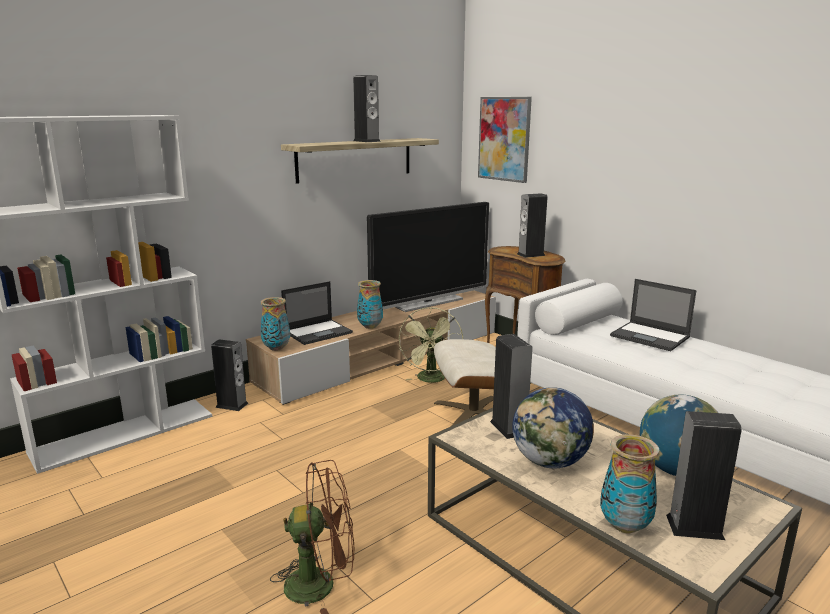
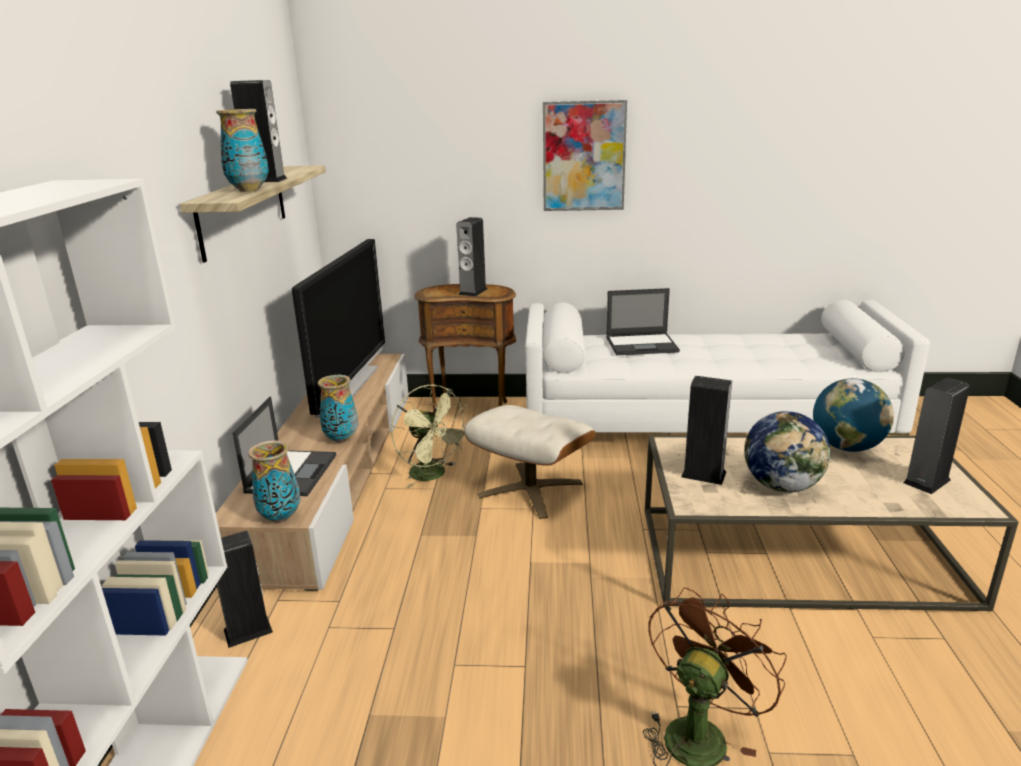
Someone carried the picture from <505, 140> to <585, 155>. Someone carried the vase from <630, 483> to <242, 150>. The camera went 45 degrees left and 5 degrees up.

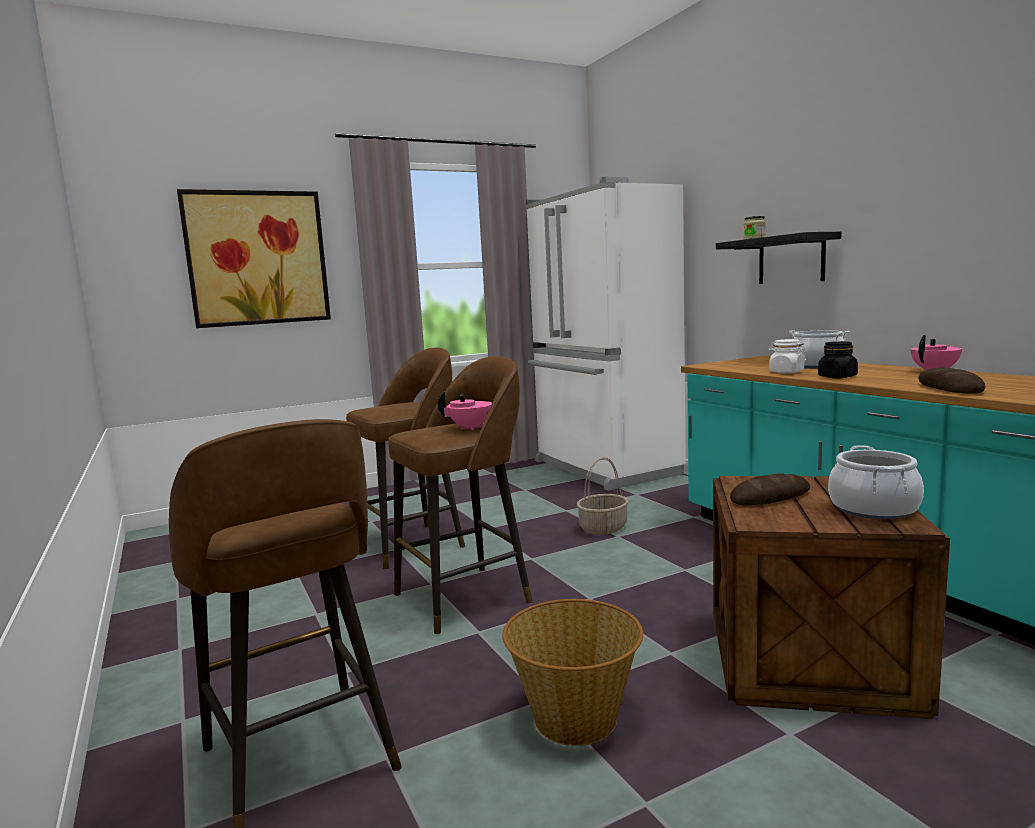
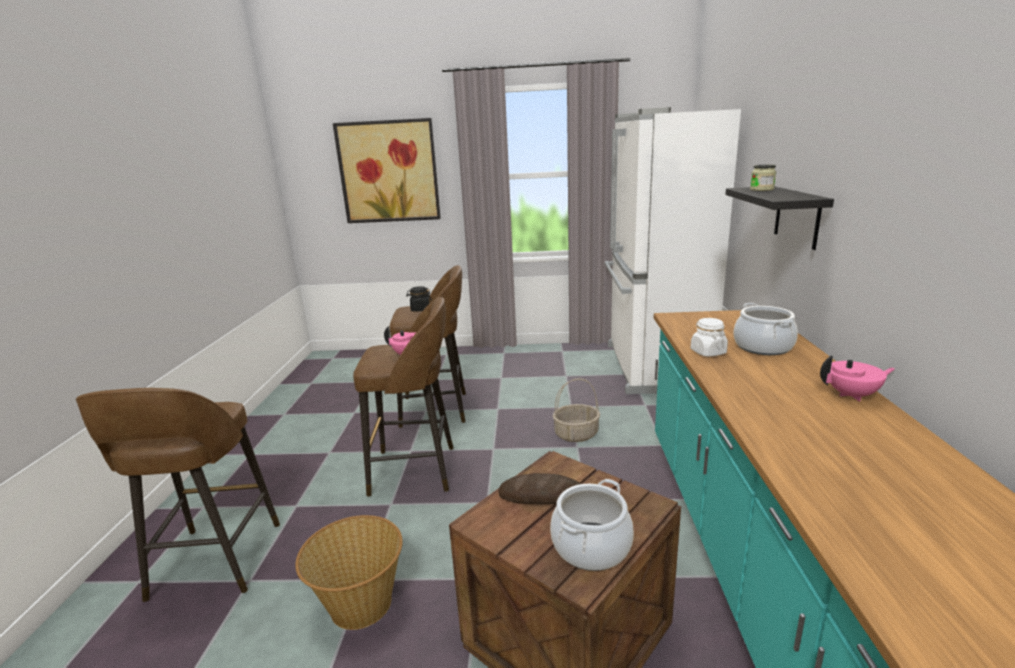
Someone carried the black jar from <838, 359> to <419, 298>. Someone took away the bread at <951, 380>. The camera went 30 degrees right and 10 degrees up.

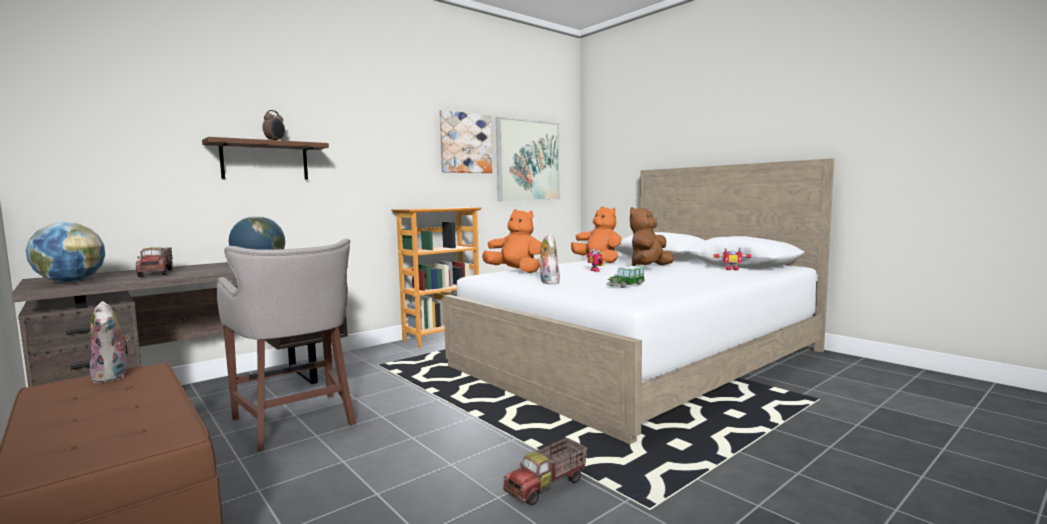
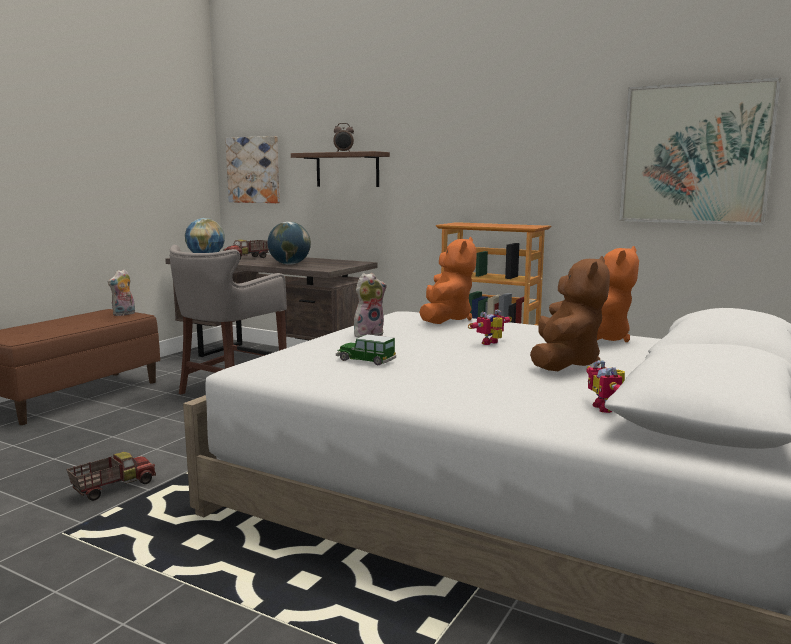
Someone carried the picture from <465, 141> to <252, 169>. Someone rotated the toy truck at <545, 471> by 105 degrees clockwise. Someone rotated the brown plush toy at <652, 236> by 90 degrees clockwise. The camera went 70 degrees right and 5 degrees up.

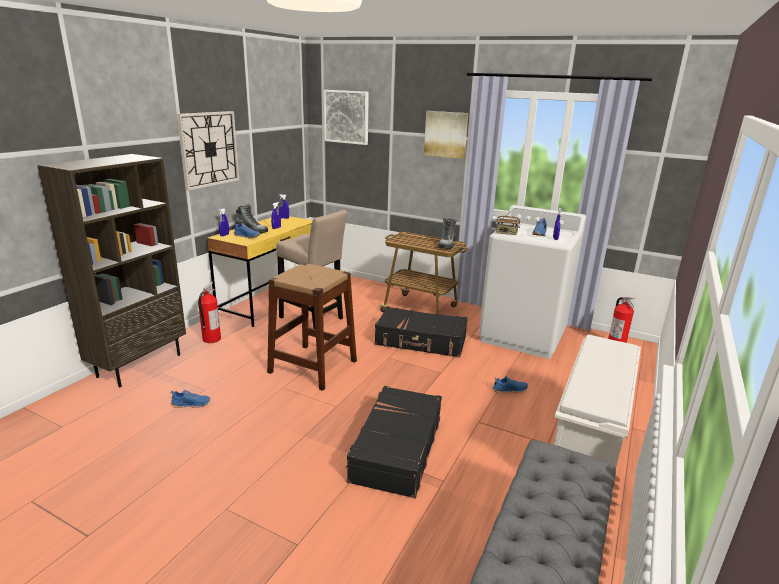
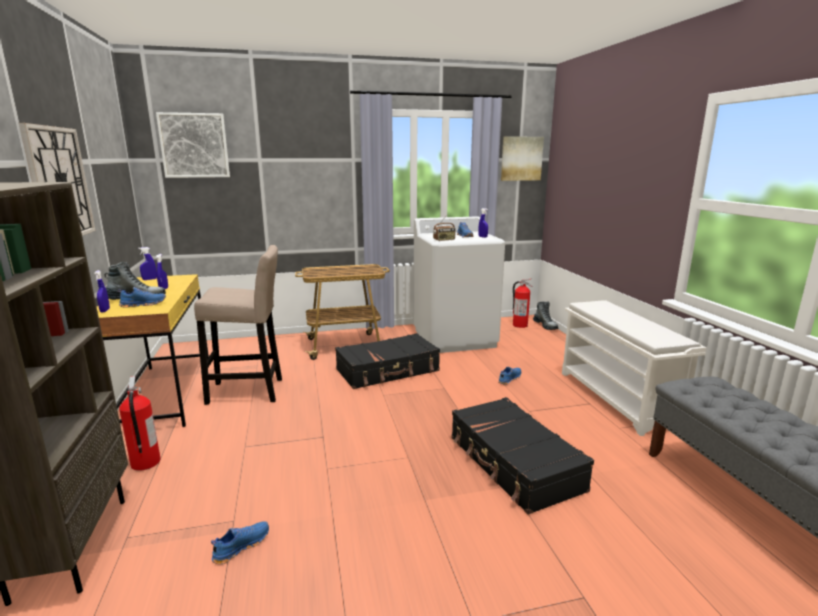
Someone took away the brown stool at <312, 327>. Someone carried the picture from <446, 135> to <522, 158>. Someone carried the boot from <447, 233> to <545, 316>. The camera went 40 degrees left and 5 degrees down.

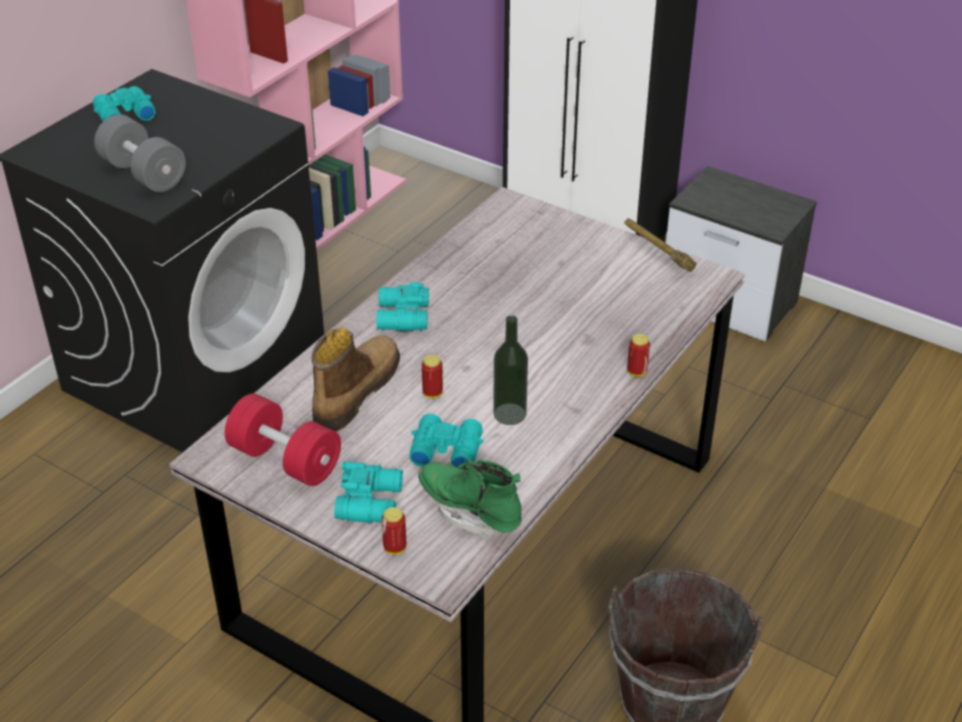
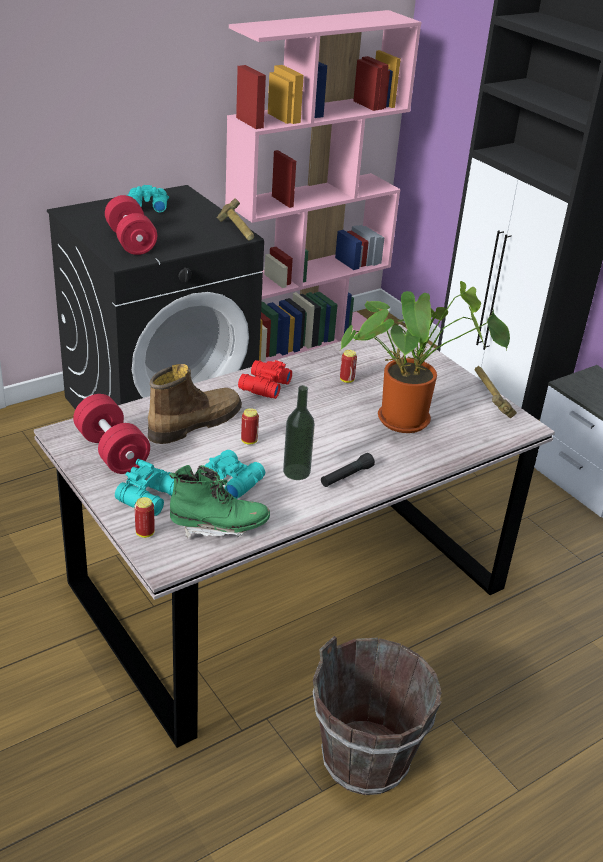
Someone repainted the grey dumbbell at <140, 153>, which became the red dumbbell at <131, 225>. Someone repainted the turquoise binoculars at <402, 306>, which became the red binoculars at <265, 379>. Someone rotated the green boot at <470, 498> by 120 degrees clockwise. Someone carried the can from <638, 355> to <348, 366>. Someone put down the hammer at <235, 219>. Someone put down the black flashlight at <348, 470>. Someone put down the potted plant at <425, 357>. The camera went 20 degrees right and 5 degrees down.

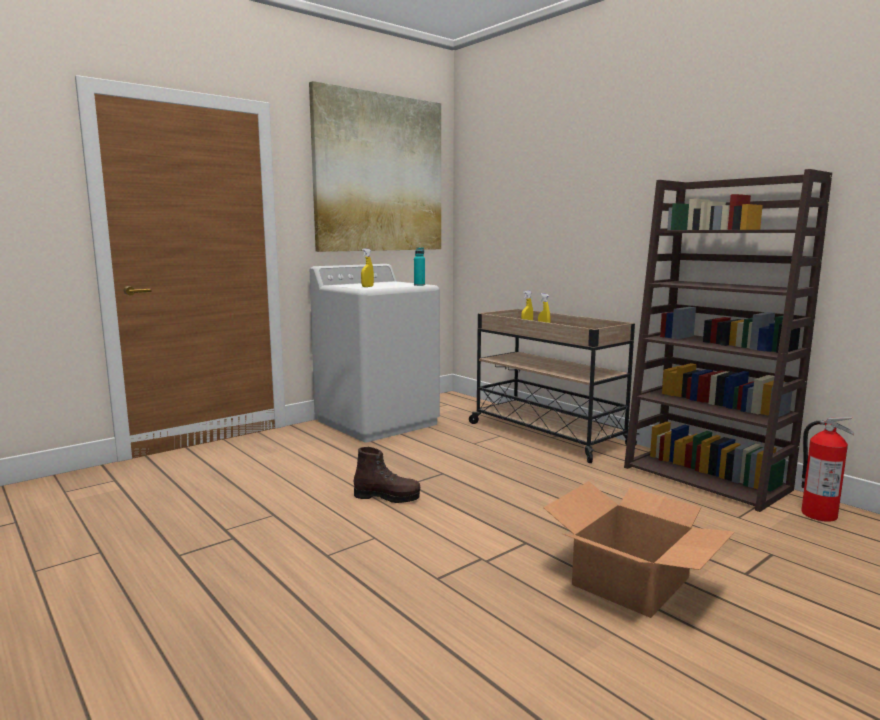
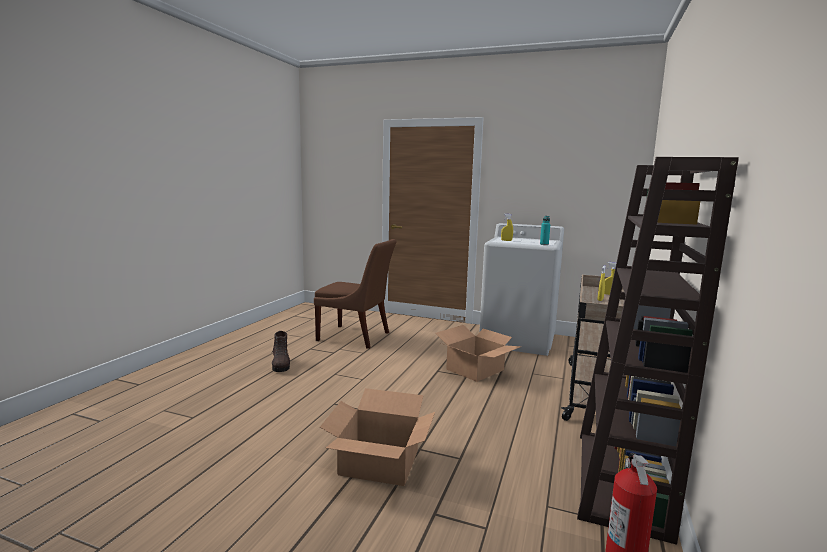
Someone took away the picture at <375, 166>. Someone carried the brown boot from <387, 475> to <280, 351>. Someone put down the brown chair at <355, 294>. Someone put down the cardboard box at <479, 353>. The camera went 60 degrees right and 0 degrees up.

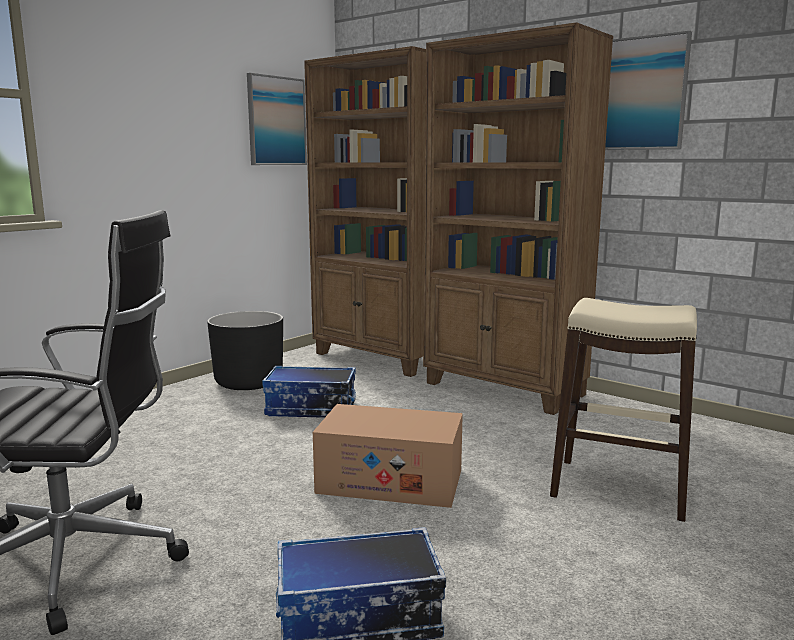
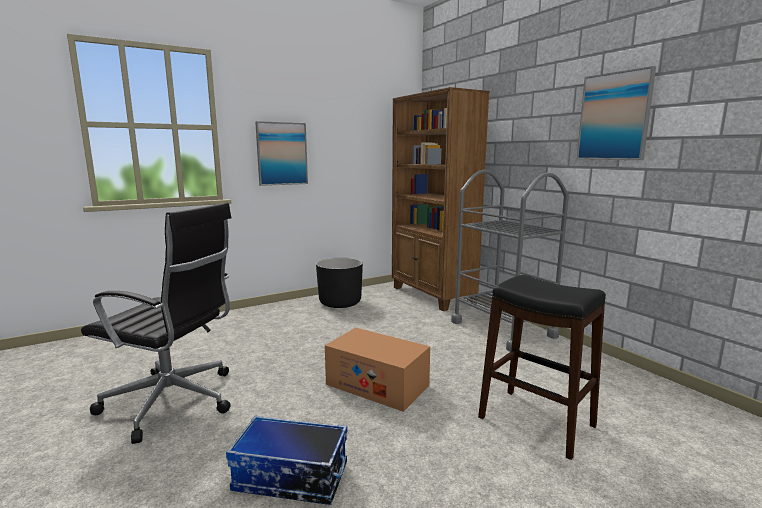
Someone carried the picture from <277, 119> to <281, 153>. Someone took away the storage box at <309, 392>. Someone swapped the brown bookcase at <518, 218> for the grey cart at <510, 260>. Someone repainted the beige stool at <623, 410>, which became the black stool at <542, 367>. The camera went 20 degrees right and 0 degrees up.

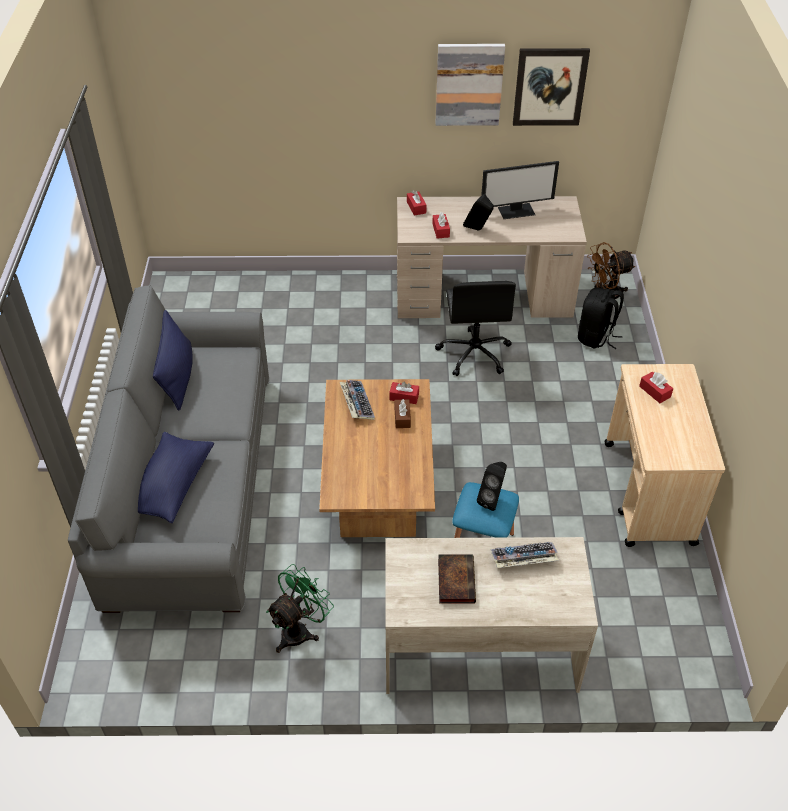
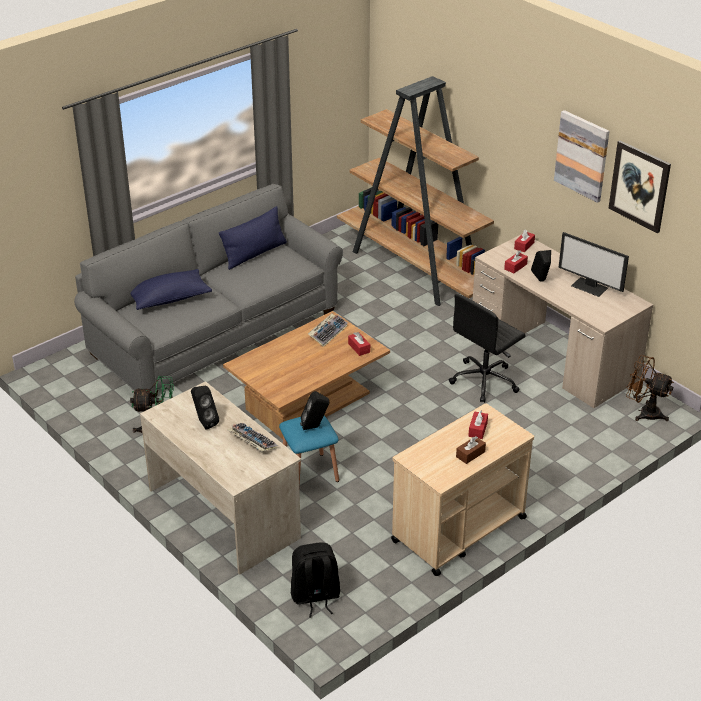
Someone carried the brown tissue box from <402, 413> to <471, 450>. Someone swapped the book at <457, 579> for the black speaker at <205, 408>. Someone carried the black backpack from <601, 318> to <315, 580>. Someone put down the brown bookcase at <415, 191>. The camera went 50 degrees right and 10 degrees down.

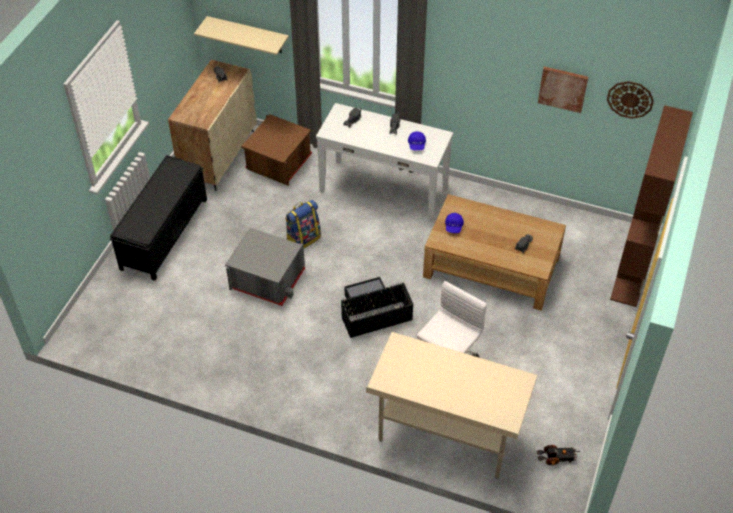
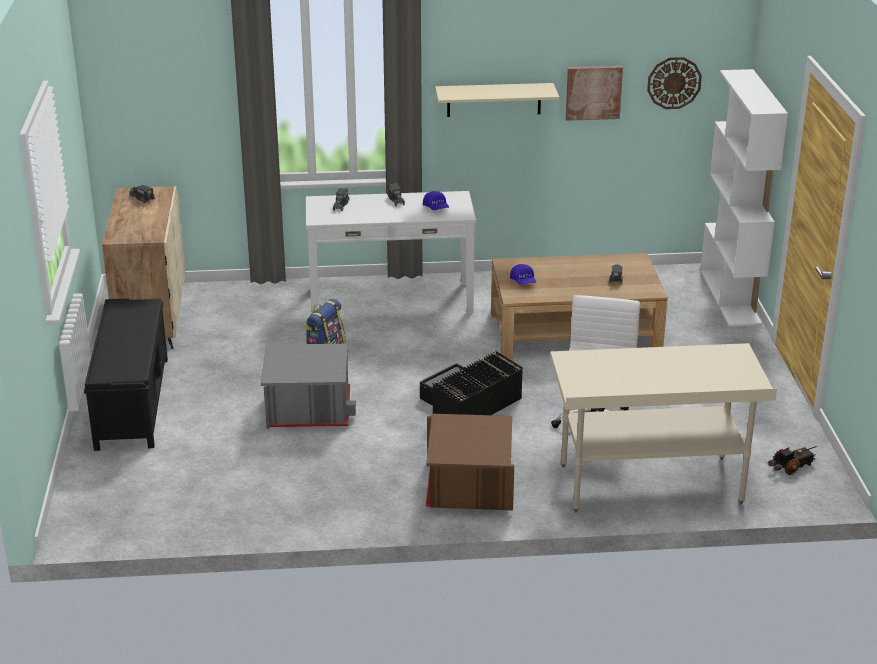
Someone carried the beige shelf from <241, 35> to <497, 100>. Someone carried the brown storage box from <276, 150> to <470, 462>. Someone repainted the brown bookcase at <651, 206>, which became the white bookcase at <744, 198>. The camera went 25 degrees left and 20 degrees down.

